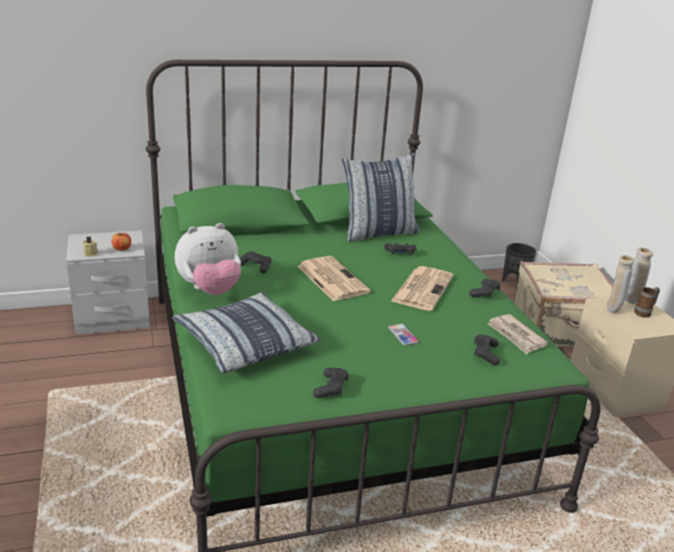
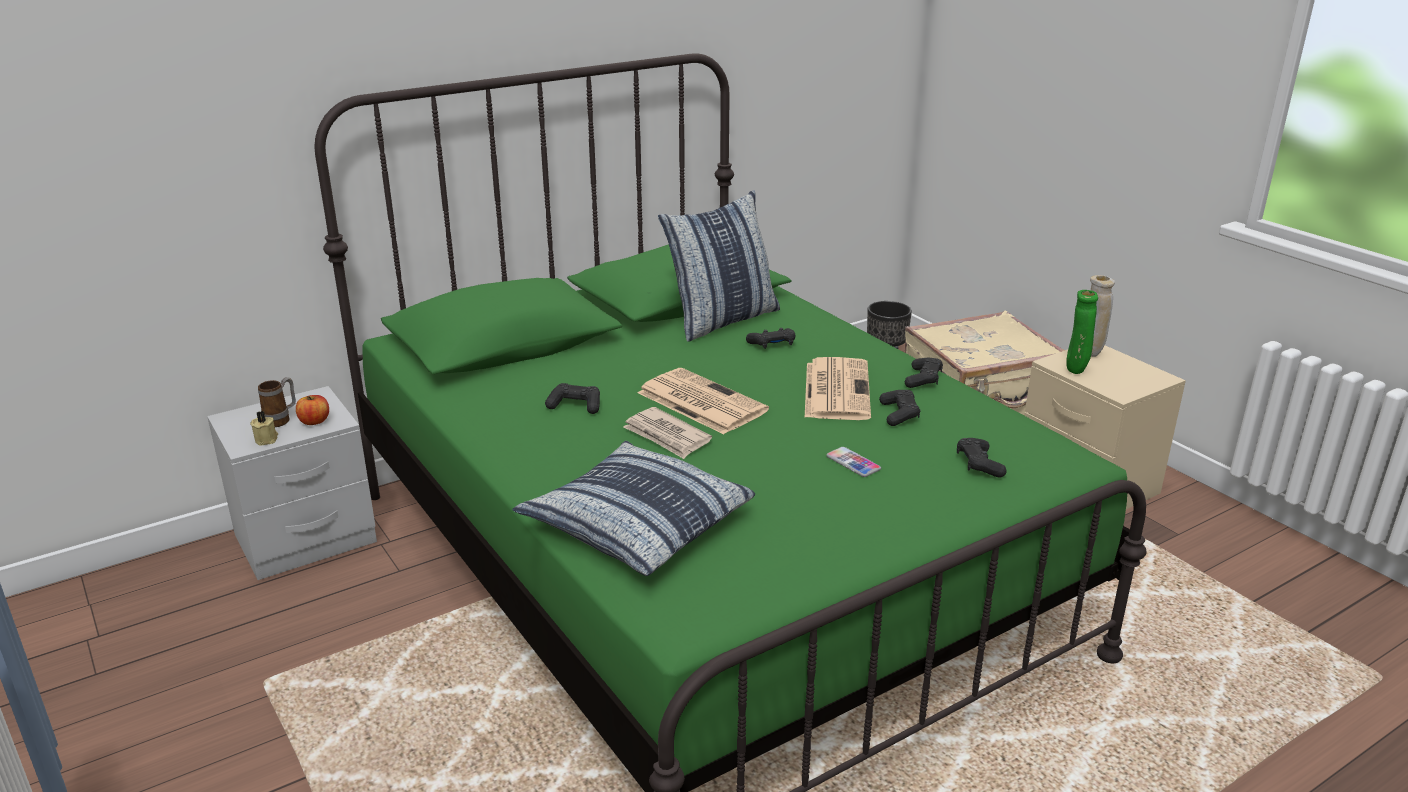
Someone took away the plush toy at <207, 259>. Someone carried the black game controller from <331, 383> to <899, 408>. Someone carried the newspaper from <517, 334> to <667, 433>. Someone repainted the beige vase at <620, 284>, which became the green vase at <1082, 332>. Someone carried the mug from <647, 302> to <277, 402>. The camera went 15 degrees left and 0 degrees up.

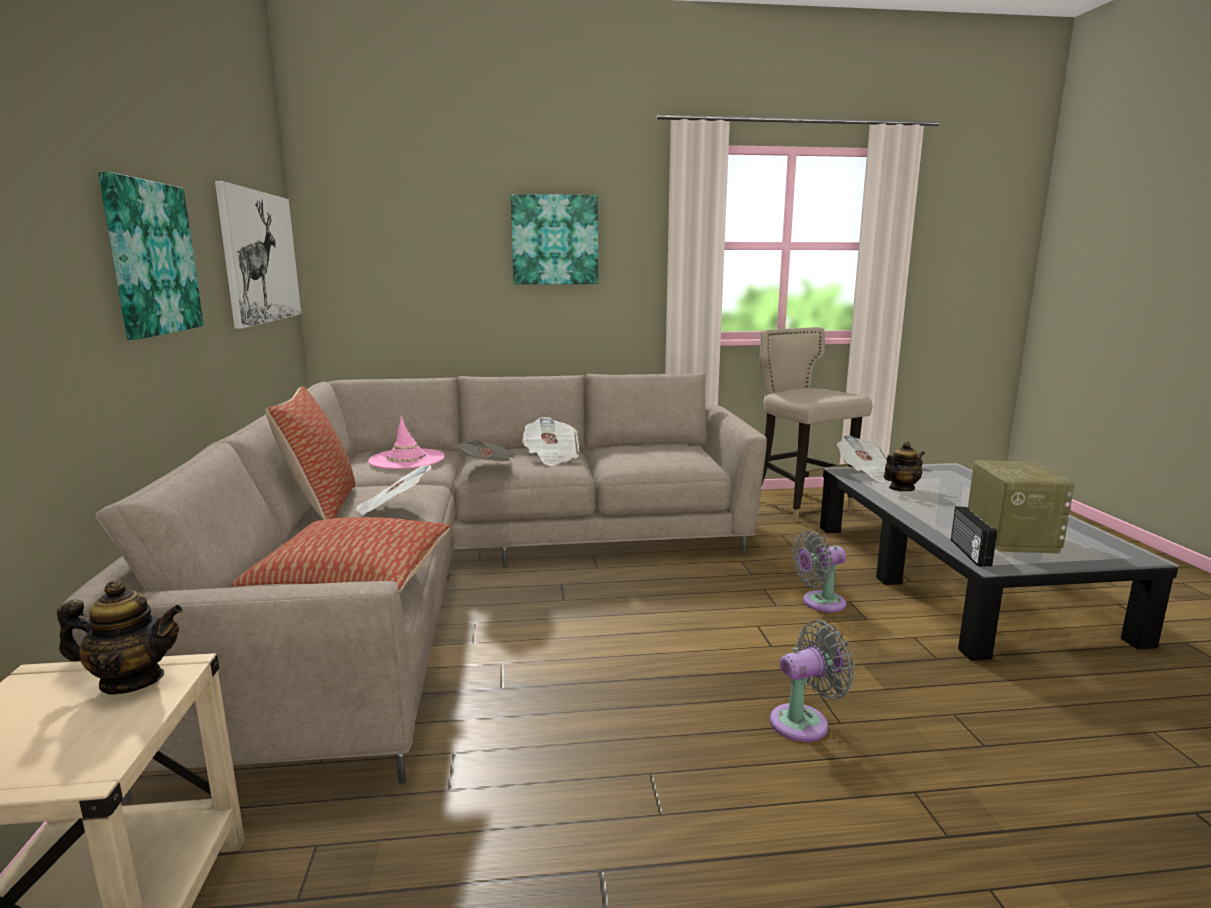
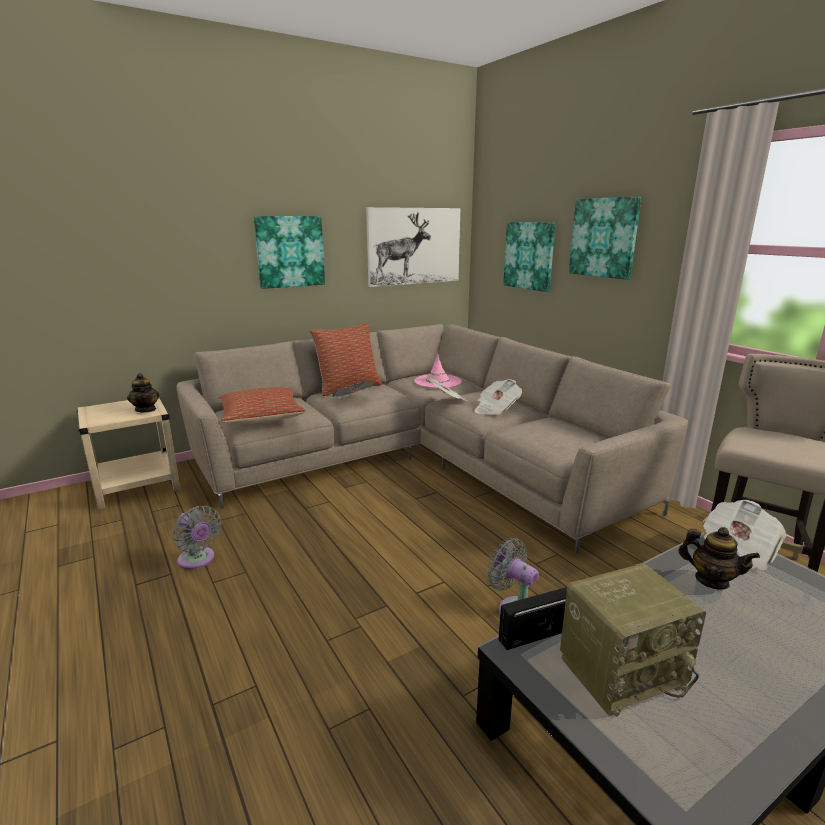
Someone carried the grey fan from <812, 681> to <197, 538>. Someone put up the picture at <529, 257>. The camera went 65 degrees right and 5 degrees up.

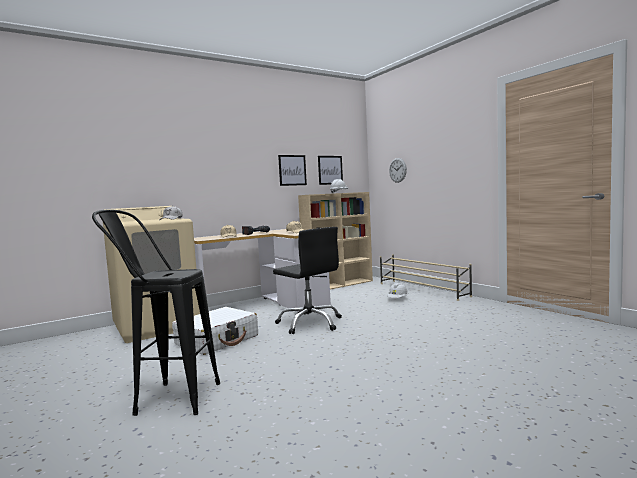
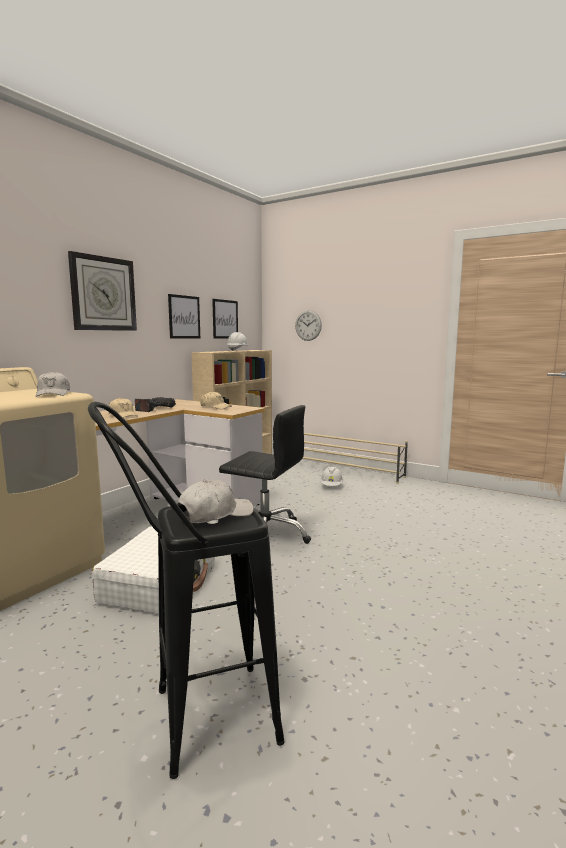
Someone put up the wall clock at <102, 291>. Someone put down the white cap at <215, 501>. The camera went 25 degrees left and 5 degrees up.

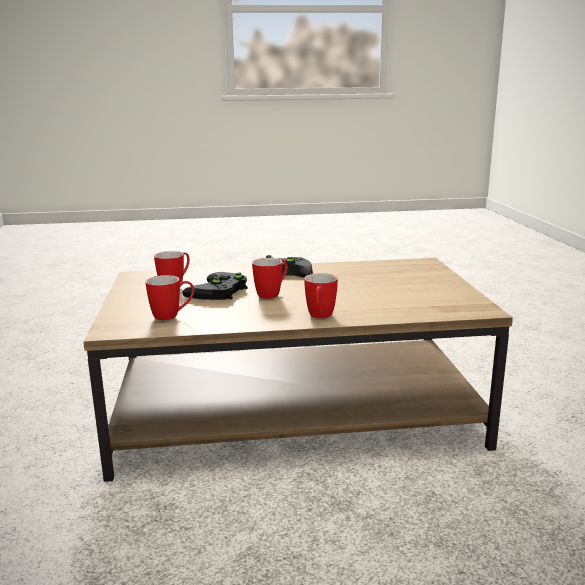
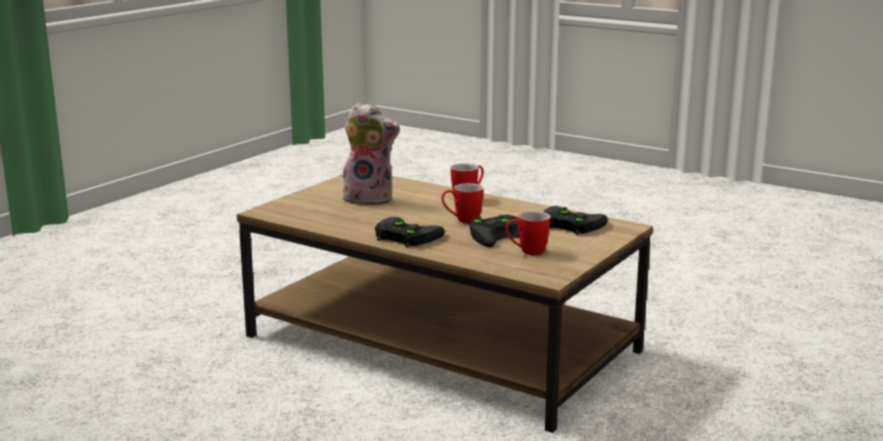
Someone swapped the mug at <169, 297> for the black game controller at <575, 220>. Someone put down the plush toy at <370, 154>. The camera went 140 degrees left and 0 degrees up.

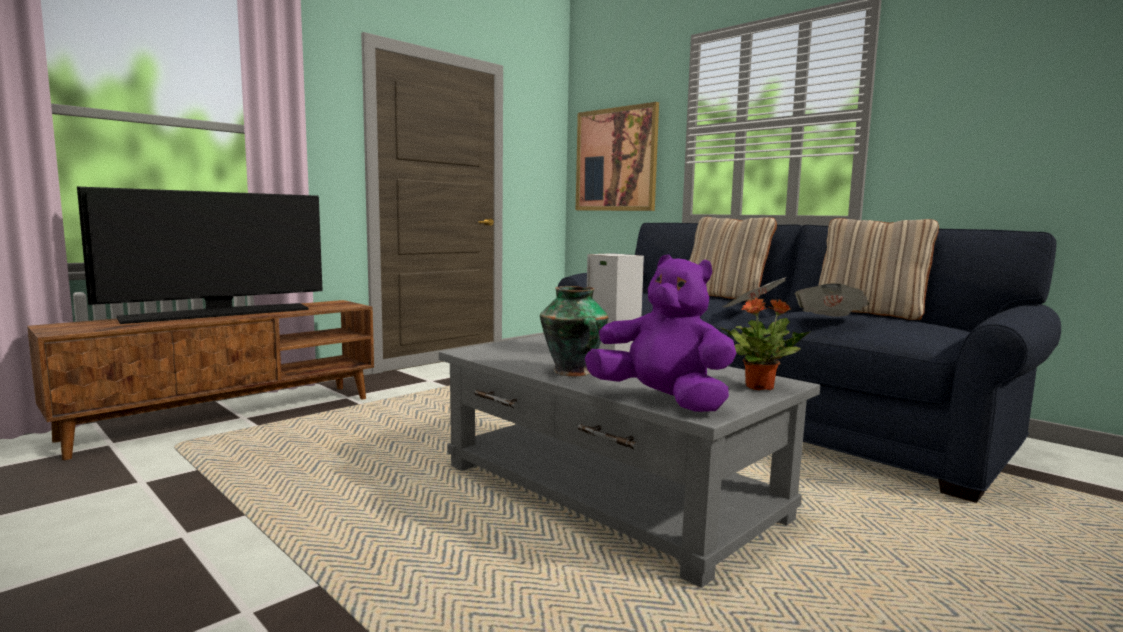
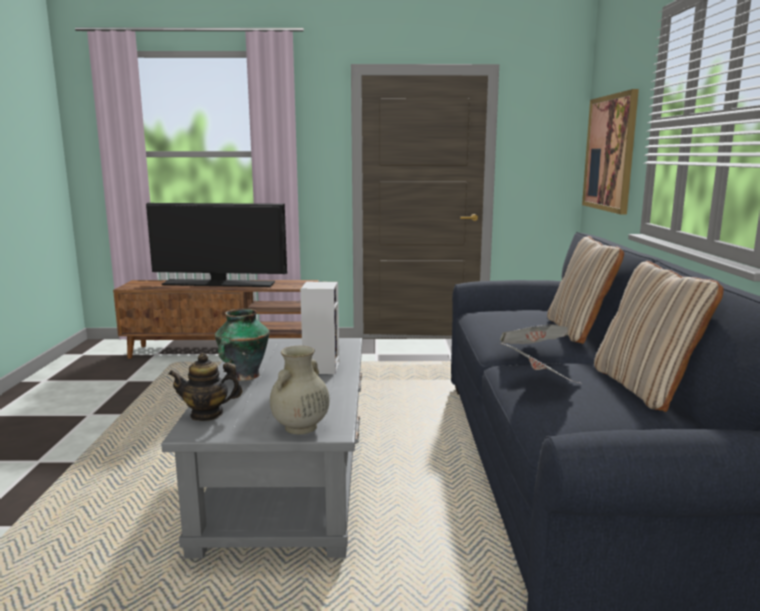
Someone swapped the purple plush toy at <660, 333> for the teapot at <205, 387>. Someone swapped the potted plant at <766, 344> for the beige vase at <299, 390>. The camera went 45 degrees right and 5 degrees up.

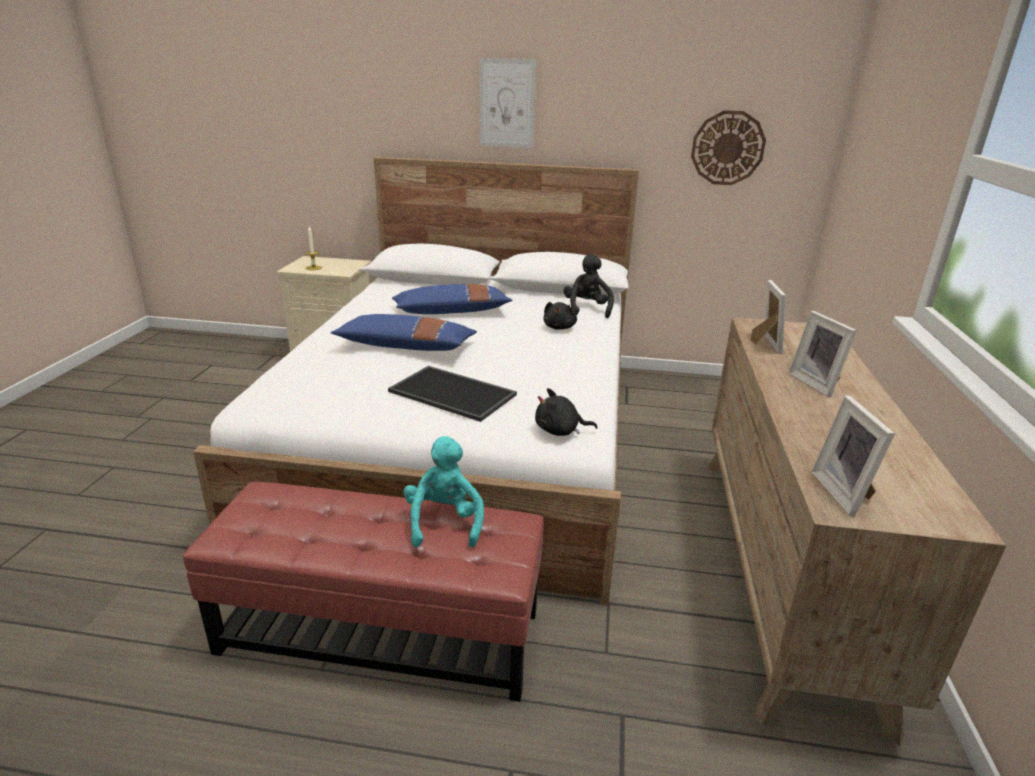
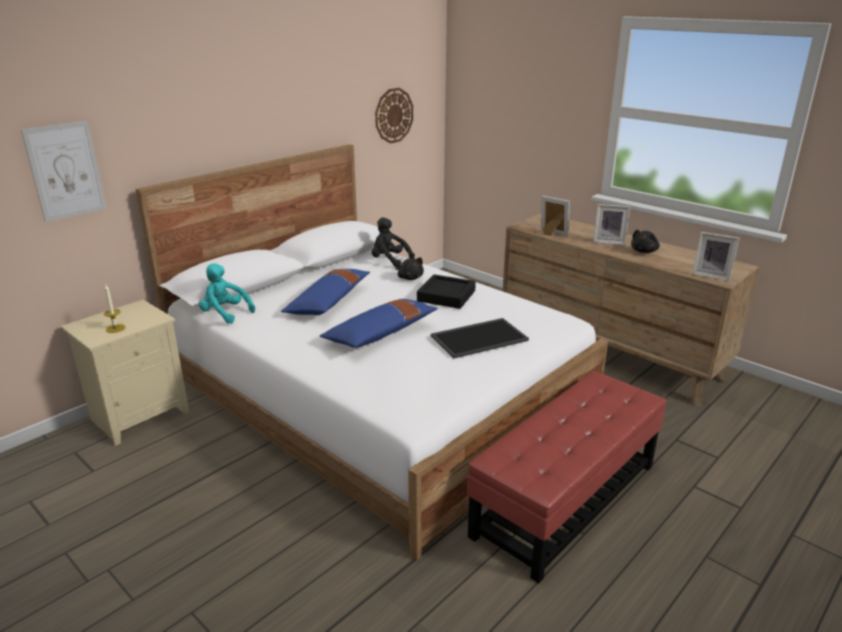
Someone carried the turquoise plush toy from <443, 491> to <227, 294>. Someone carried the picture from <507, 103> to <64, 171>. Someone carried the black plush toy from <566, 412> to <645, 241>. Someone put down the black tray at <446, 291>. The camera went 55 degrees left and 0 degrees up.

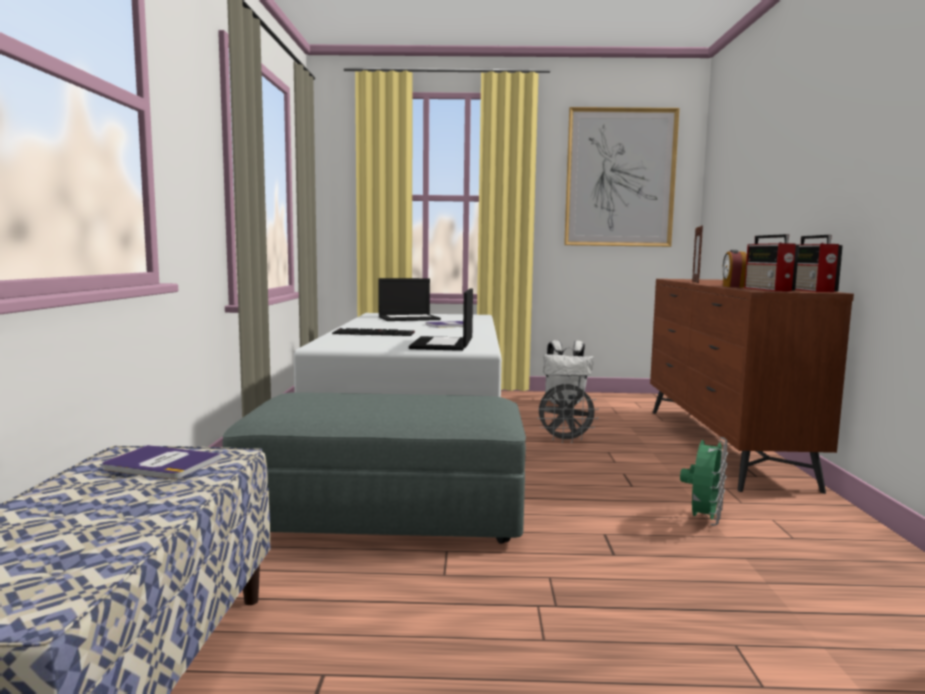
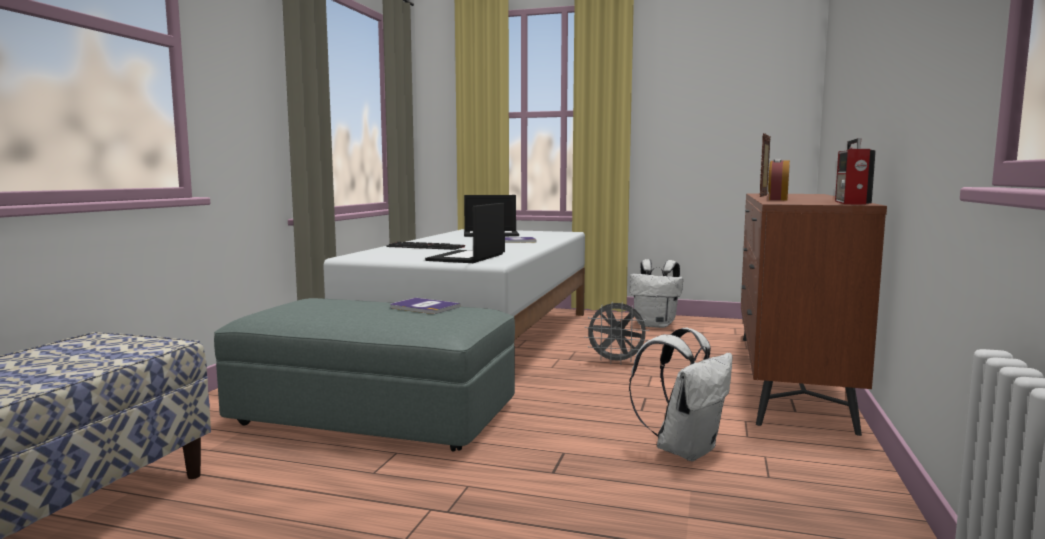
Someone carried the book from <161, 462> to <425, 306>. Someone took away the picture at <622, 177>. Someone swapped the green fan at <704, 481> for the white backpack at <681, 394>. Someone took away the radio at <771, 262>. The camera went 15 degrees right and 0 degrees up.

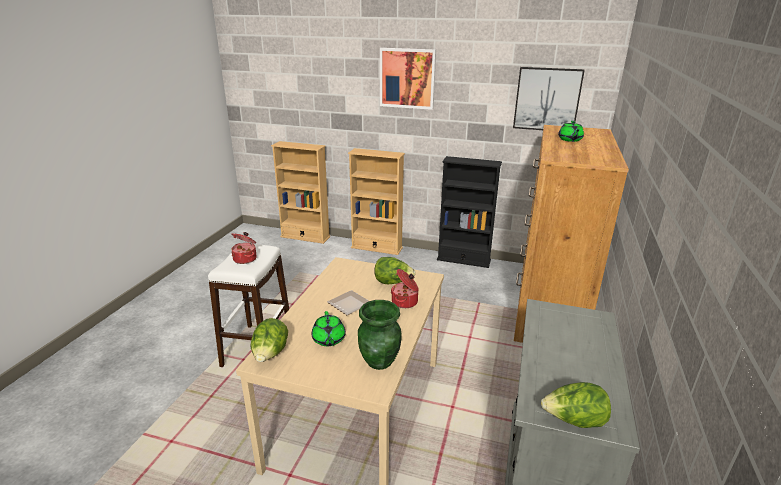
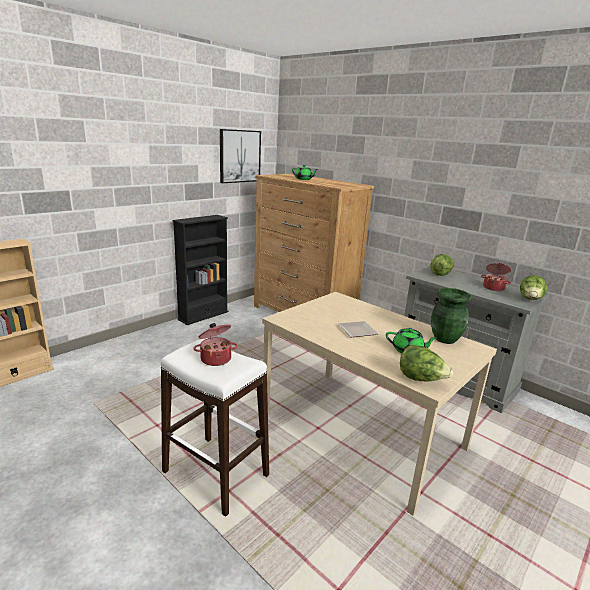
Someone took away the beige bookcase at <376, 201>. Someone carried the lettuce from <395, 270> to <442, 265>. Someone took away the picture at <408, 79>. Someone carried the cooking pot from <405, 288> to <496, 277>. The camera went 65 degrees left and 5 degrees down.

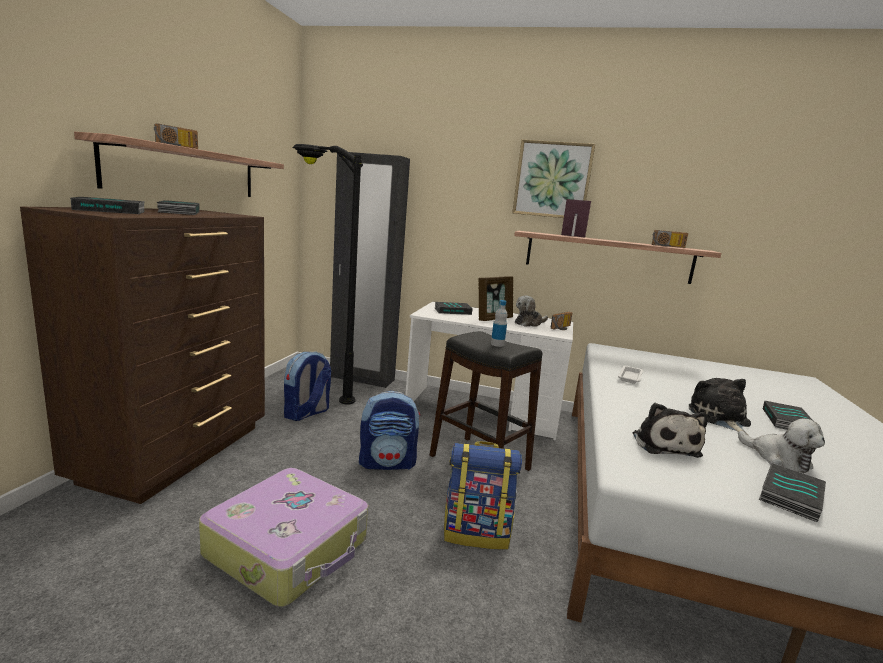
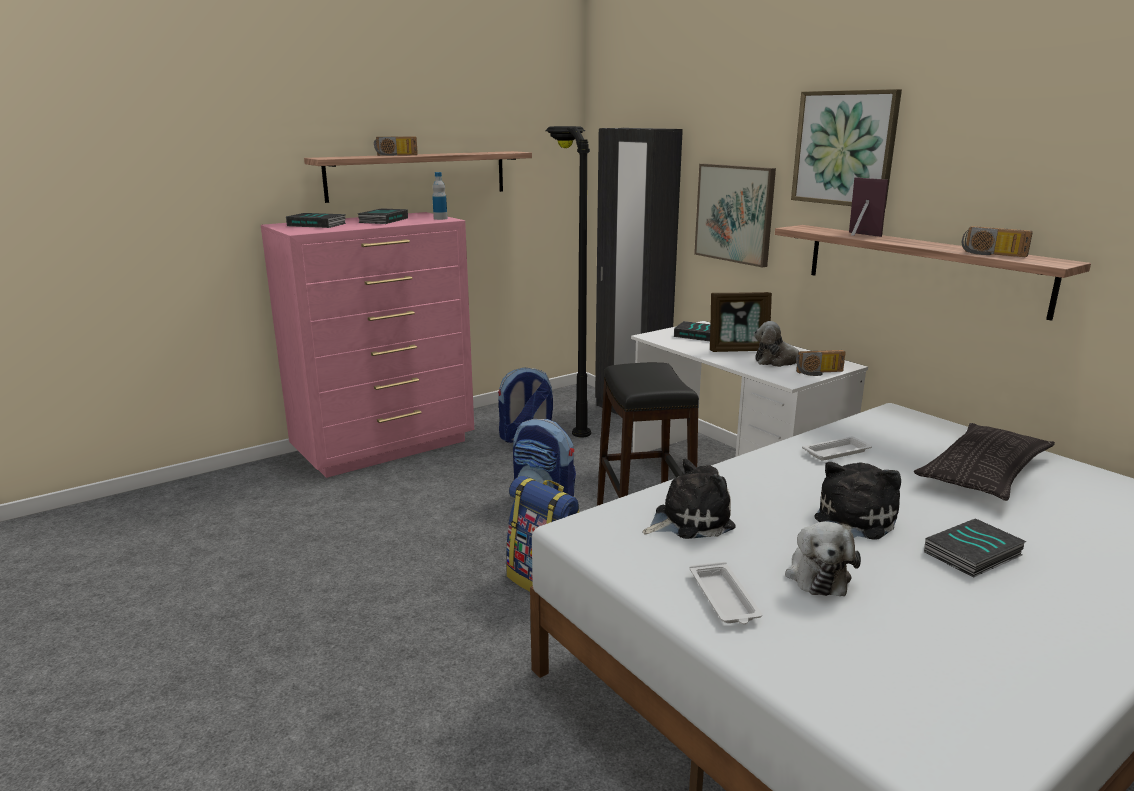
Someone repainted the brown dresser at <142, 355>, which became the pink dresser at <367, 345>. Someone took away the suitcase at <283, 537>. Someone carried the bottle from <499, 323> to <439, 196>. Someone rotated the plush toy at <670, 430> by 150 degrees counterclockwise. Someone swapped the book at <792, 492> for the white tray at <726, 593>. Someone put up the picture at <735, 216>. Someone put down the pillow at <984, 462>. The camera went 40 degrees right and 5 degrees up.

